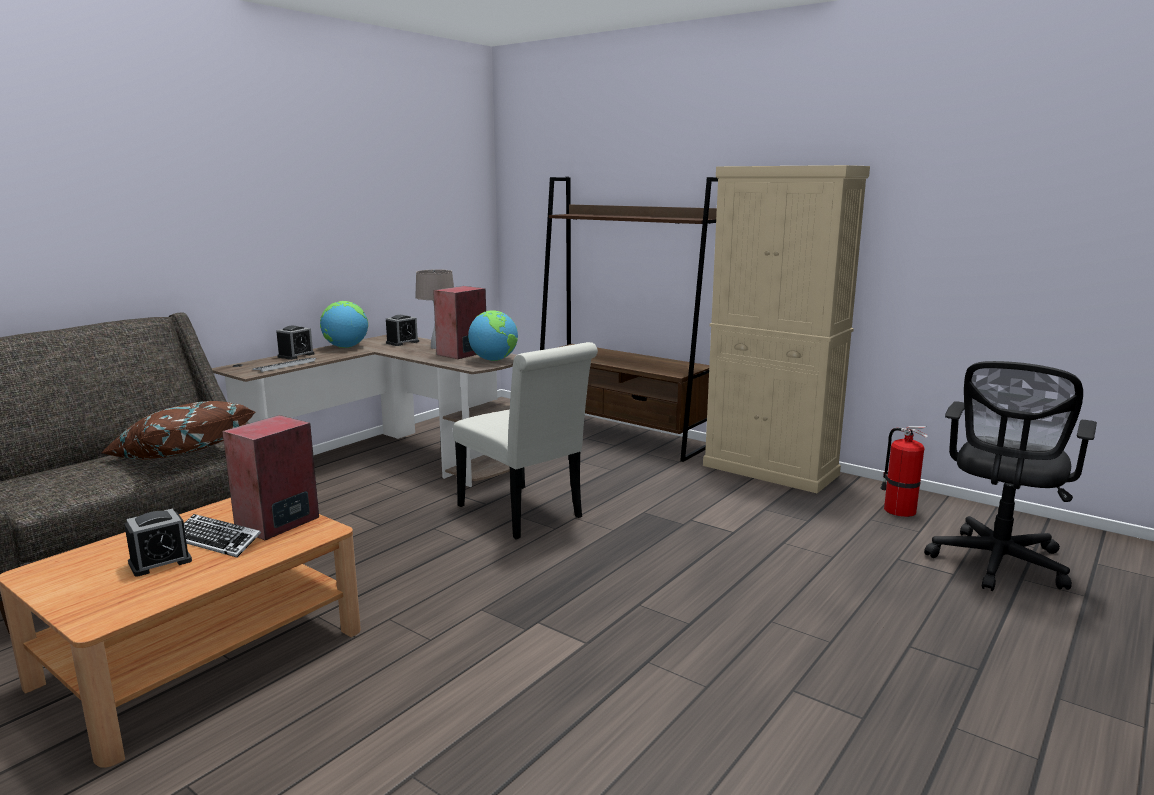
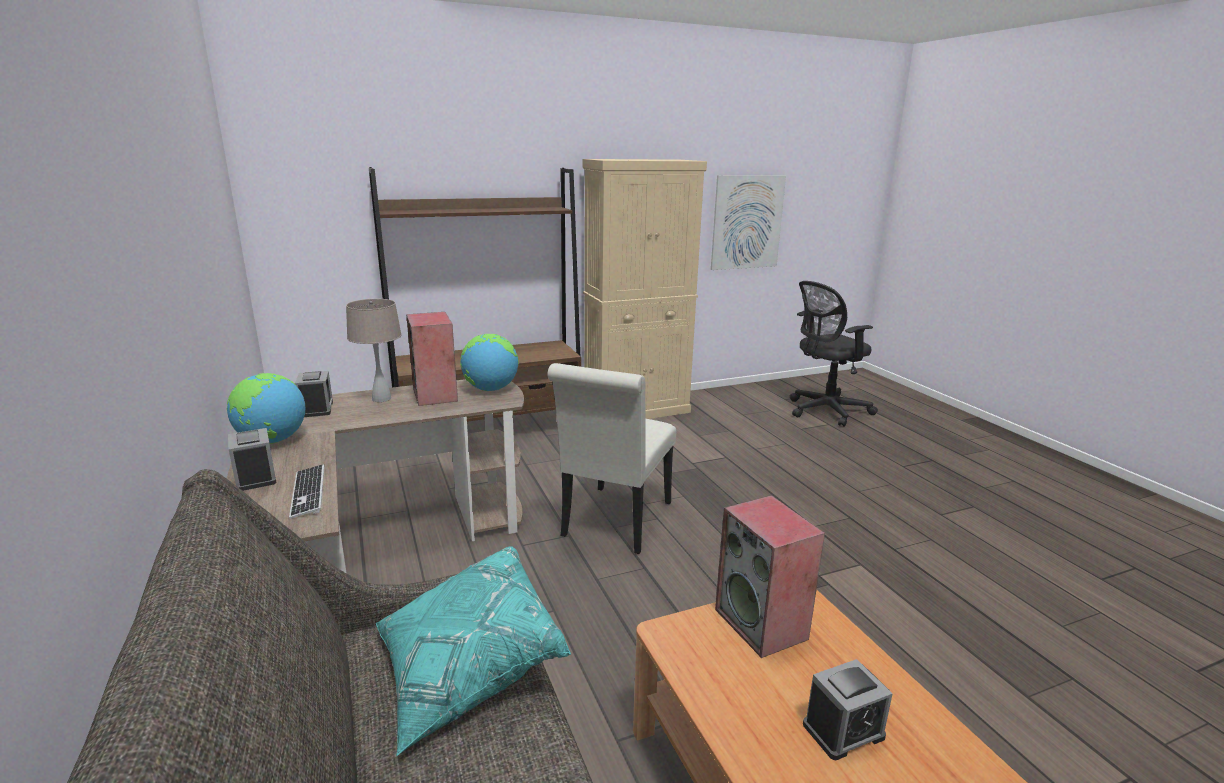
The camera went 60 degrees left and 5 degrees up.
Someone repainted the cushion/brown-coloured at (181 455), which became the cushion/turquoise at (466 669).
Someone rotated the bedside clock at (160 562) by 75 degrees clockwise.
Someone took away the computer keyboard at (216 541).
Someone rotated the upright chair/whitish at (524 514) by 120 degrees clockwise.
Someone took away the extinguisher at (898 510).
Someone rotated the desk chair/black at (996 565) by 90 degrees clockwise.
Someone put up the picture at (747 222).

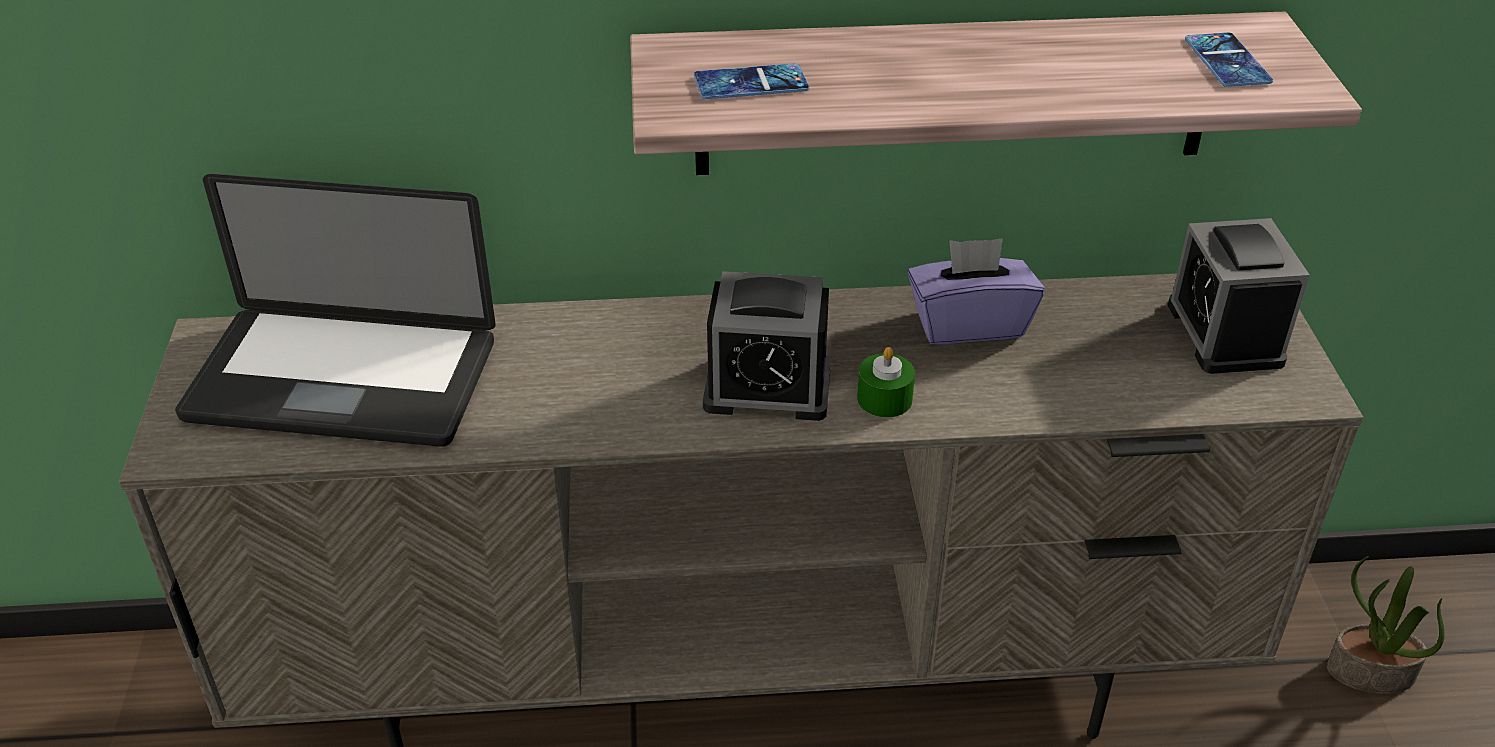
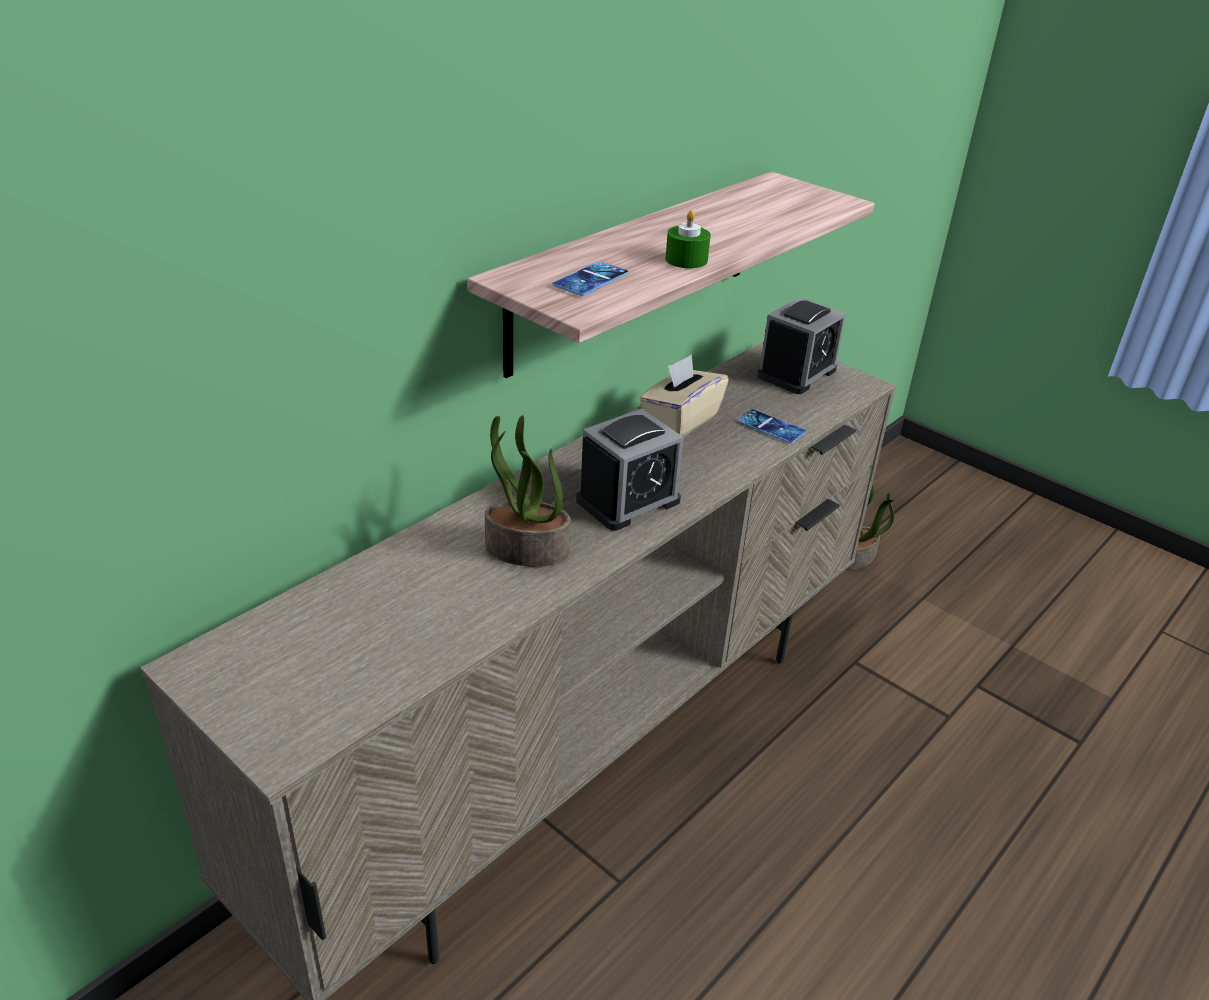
The camera went 45 degrees left and 5 degrees down.
Someone took away the portable computer at (342 380).
Someone carried the candle/greenish from (884 399) to (686 260).
Someone repainted the box of tissues/purple at (969 323), which became the box of tissues/beige-coloured at (680 420).
Someone rotated the bedside clock at (1224 334) by 90 degrees counterclockwise.
Someone carried the phone from (1227 61) to (771 427).
Someone put down the potted plant at (525 550).

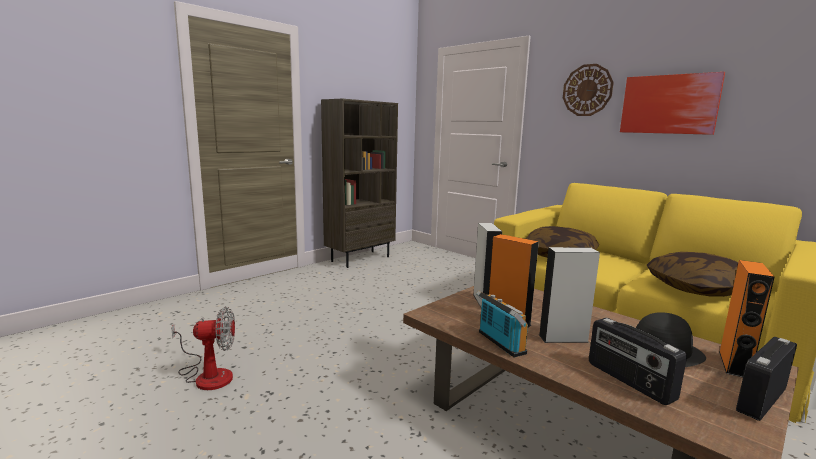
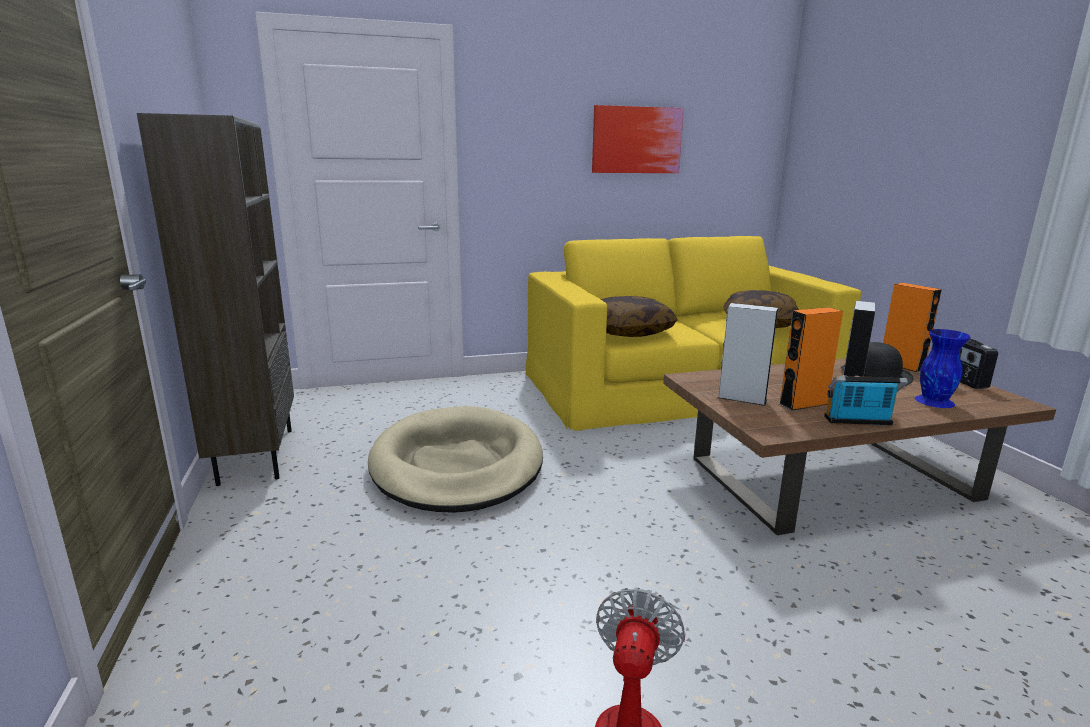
The camera went 60 degrees left and 5 degrees up.
Someone took away the clock on the wall at (587 90).
Someone swapped the radio receiver at (629 381) for the flower vase/blue at (935 401).
Someone put down the pet bed/beige-coloured at (457 465).

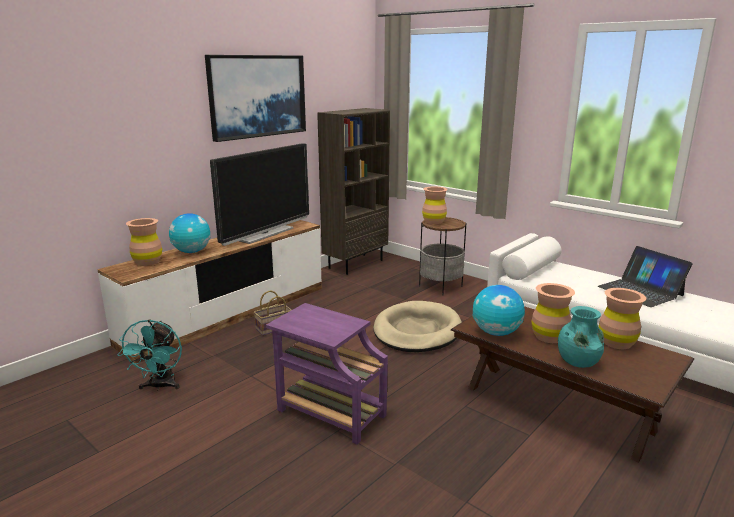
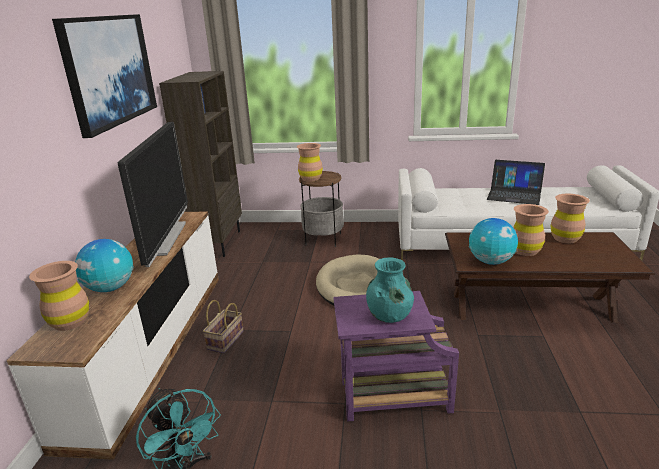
The camera went 35 degrees left and 5 degrees up.
Someone carried the flower vase/turquoise from (578 362) to (389 316).

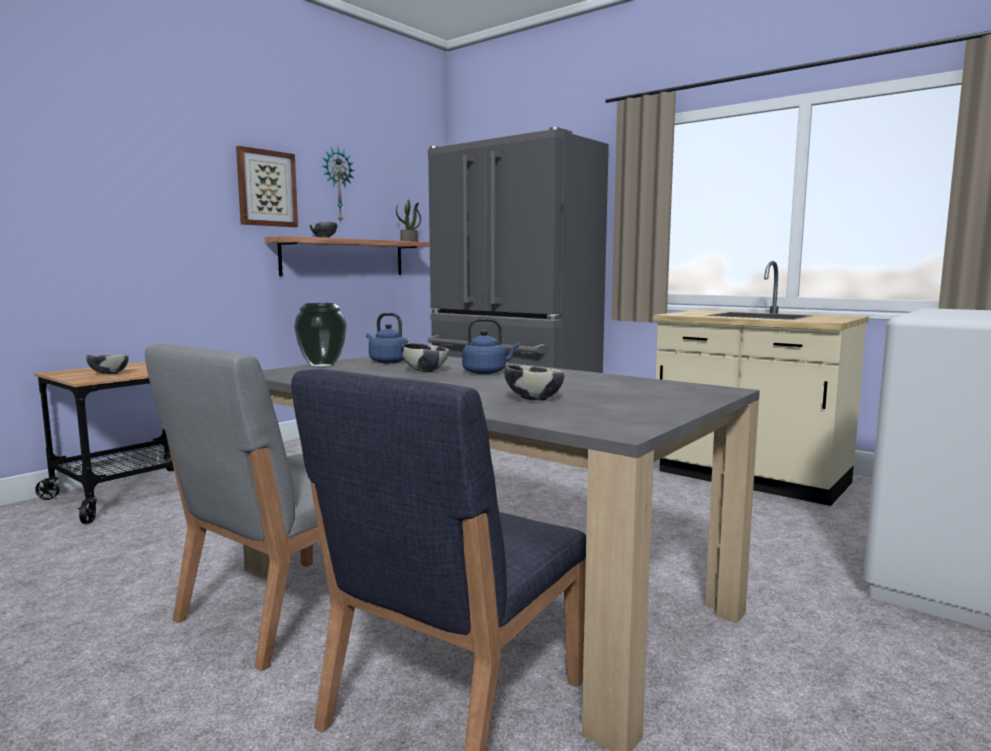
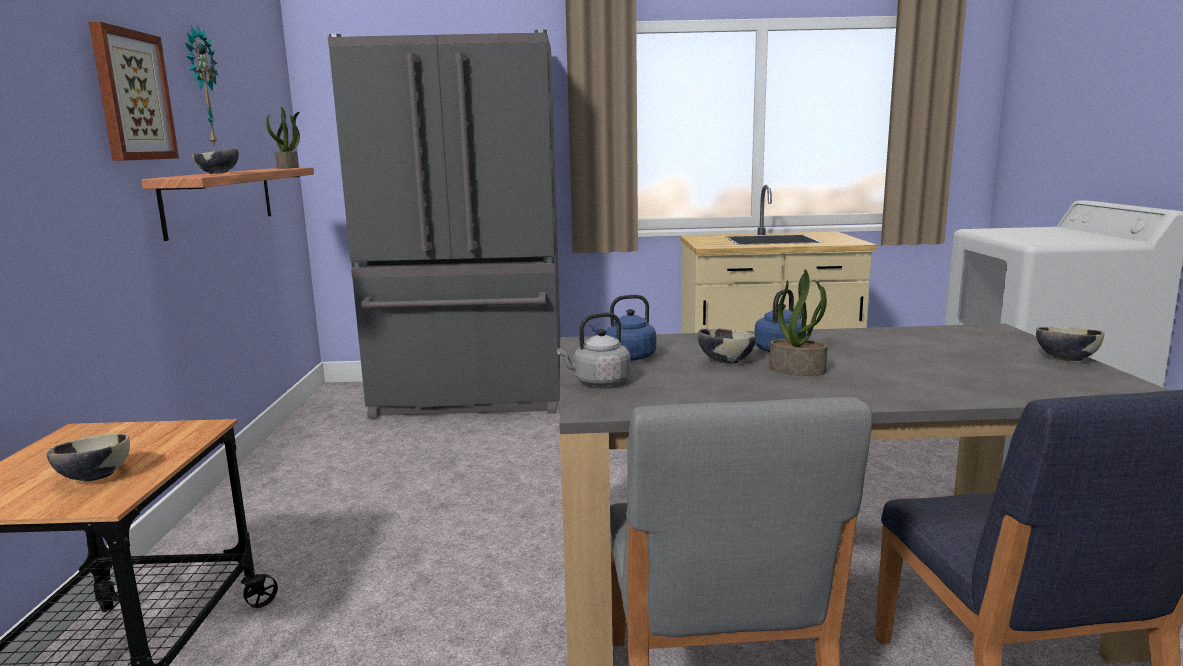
The camera went 40 degrees left and 5 degrees up.
Someone swapped the flower vase at (321 366) for the water kettle/gray at (598 382).
Someone carried the serving bowl from (533 399) to (1065 359).
Someone put down the potted plant at (798 370).

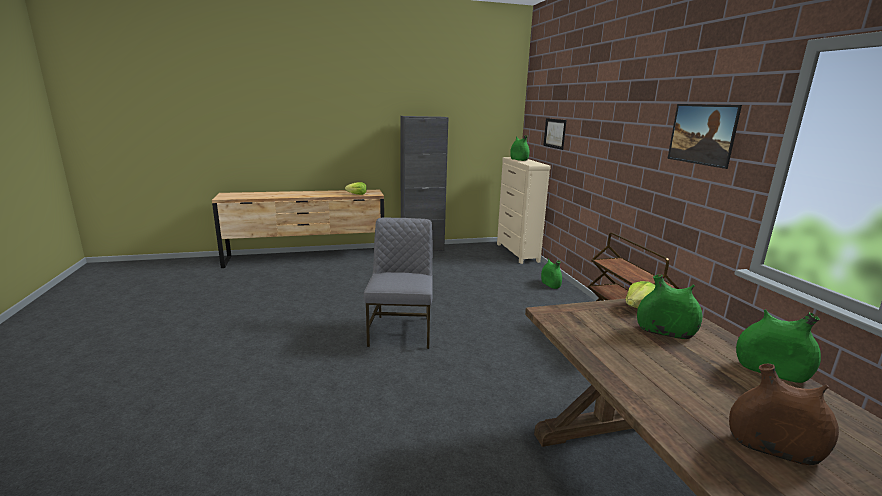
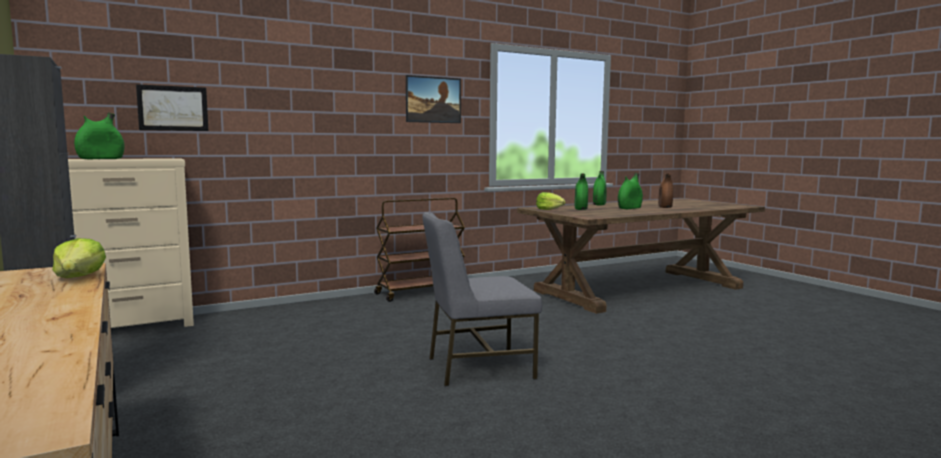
The camera went 105 degrees left and 10 degrees down.
Someone carried the flower vase/greenish from (550 285) to (629 208).

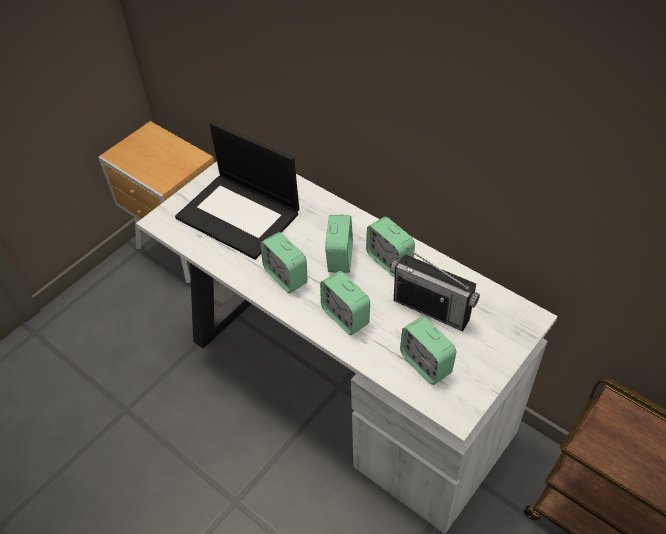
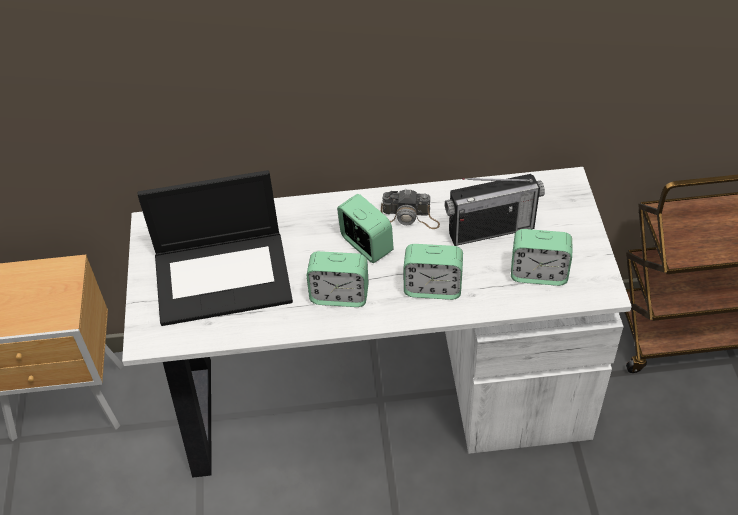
The camera went 45 degrees left and 0 degrees up.
Someone swapped the bedside clock at (389 261) for the still camera at (410 217).

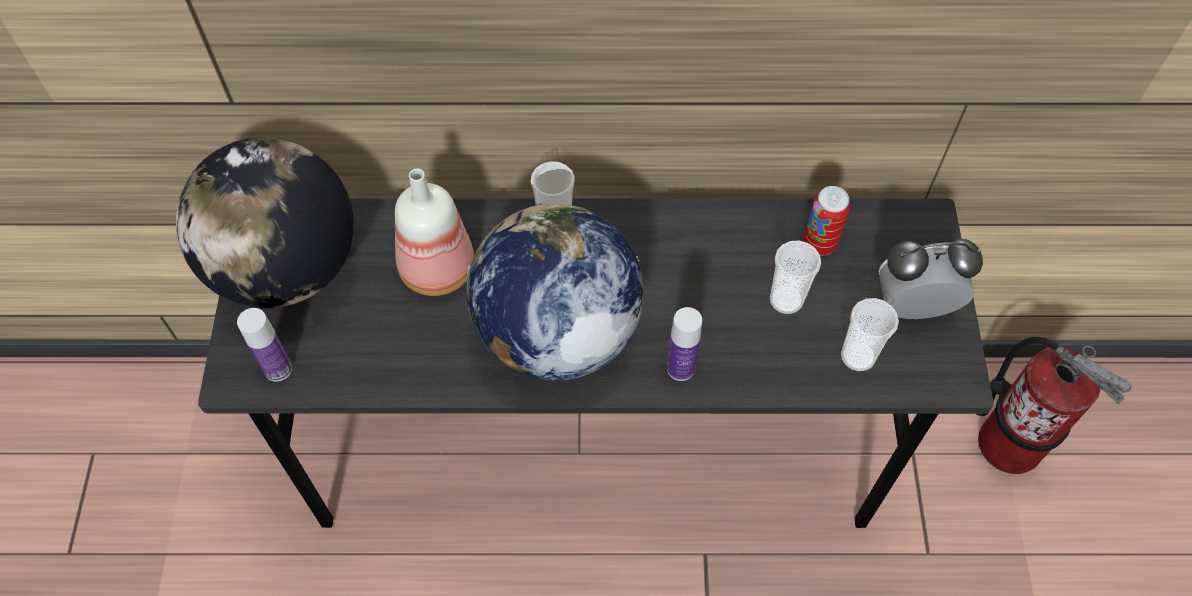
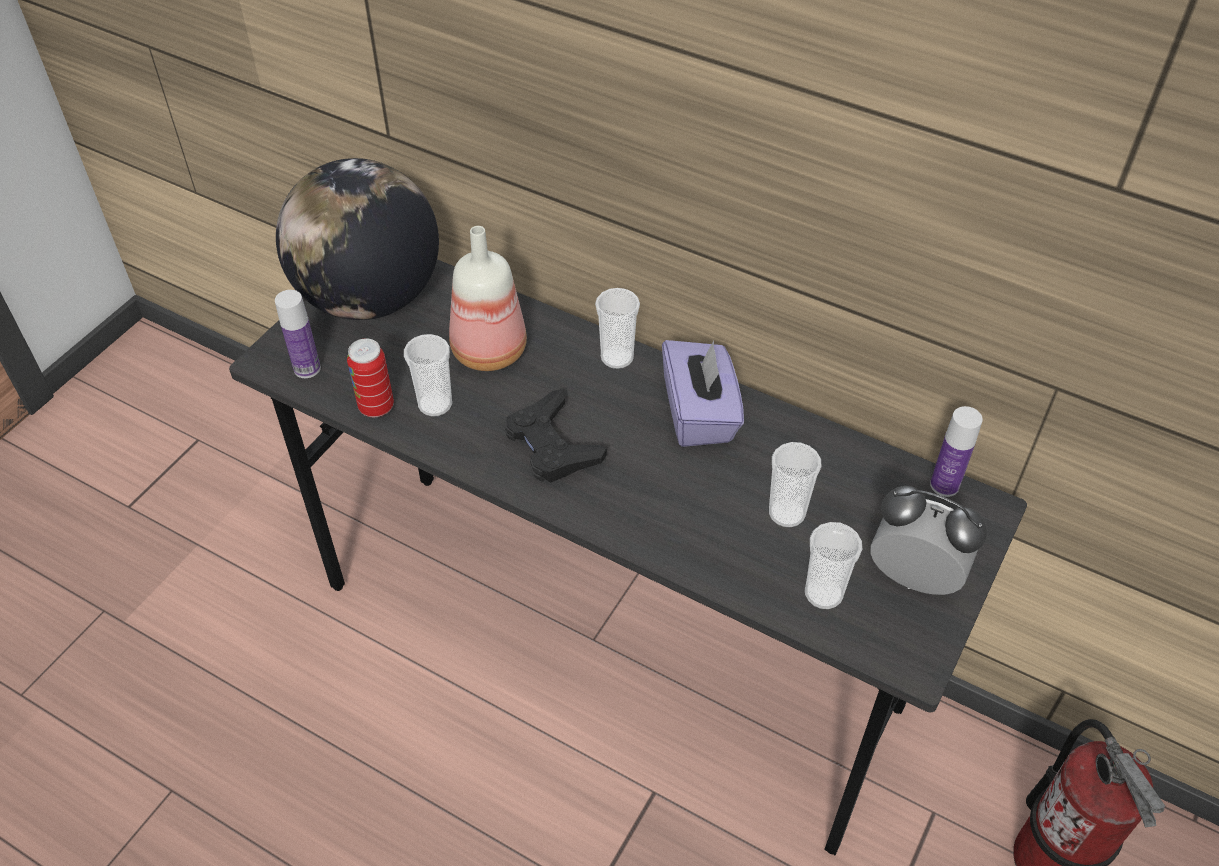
The camera went 30 degrees right and 10 degrees down.
Someone swapped the globe at (556 334) for the gamepad/black at (552 445).
Someone carried the beverage bottle from (680 368) to (944 485).
Someone carried the can from (819 243) to (376 407).
Someone put down the drinking cup at (435 404).
Someone put down the box of tissues/purple at (700 414).

